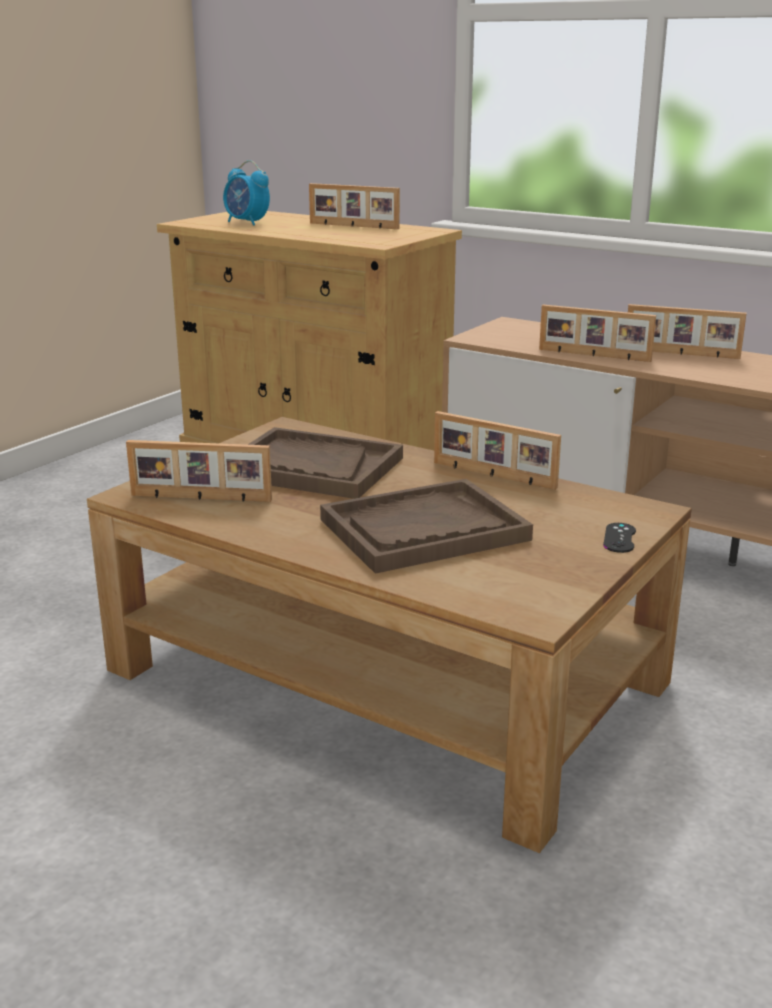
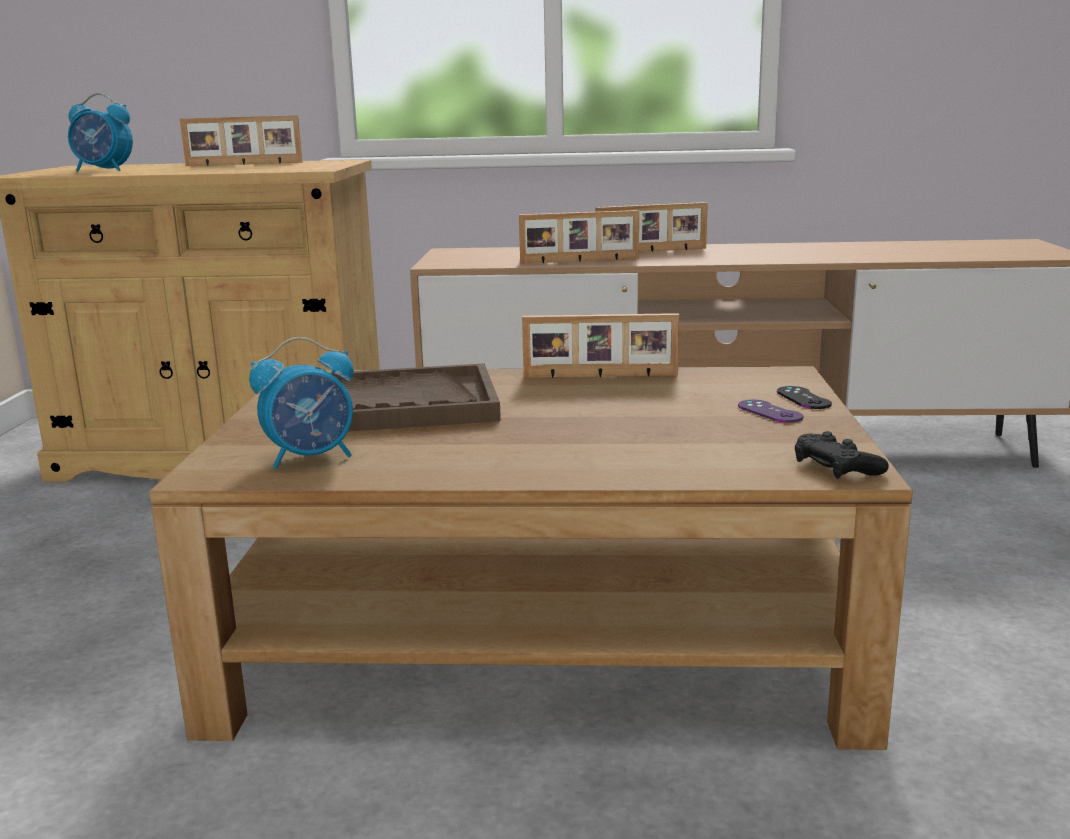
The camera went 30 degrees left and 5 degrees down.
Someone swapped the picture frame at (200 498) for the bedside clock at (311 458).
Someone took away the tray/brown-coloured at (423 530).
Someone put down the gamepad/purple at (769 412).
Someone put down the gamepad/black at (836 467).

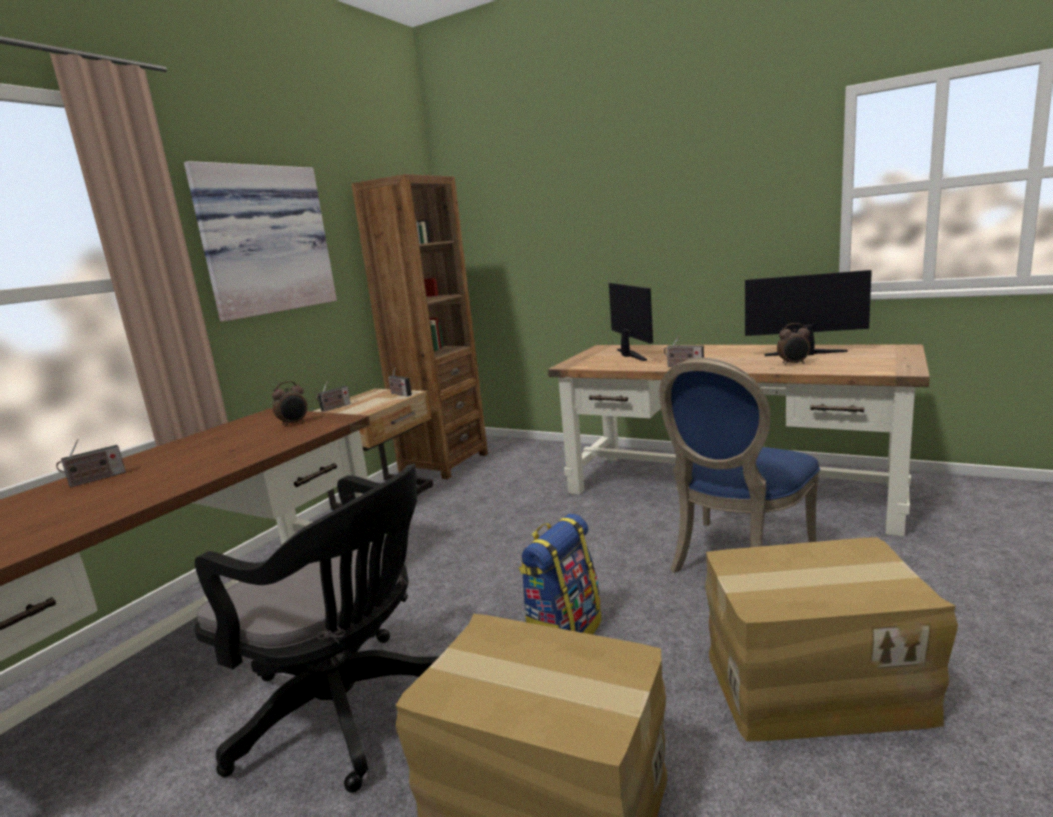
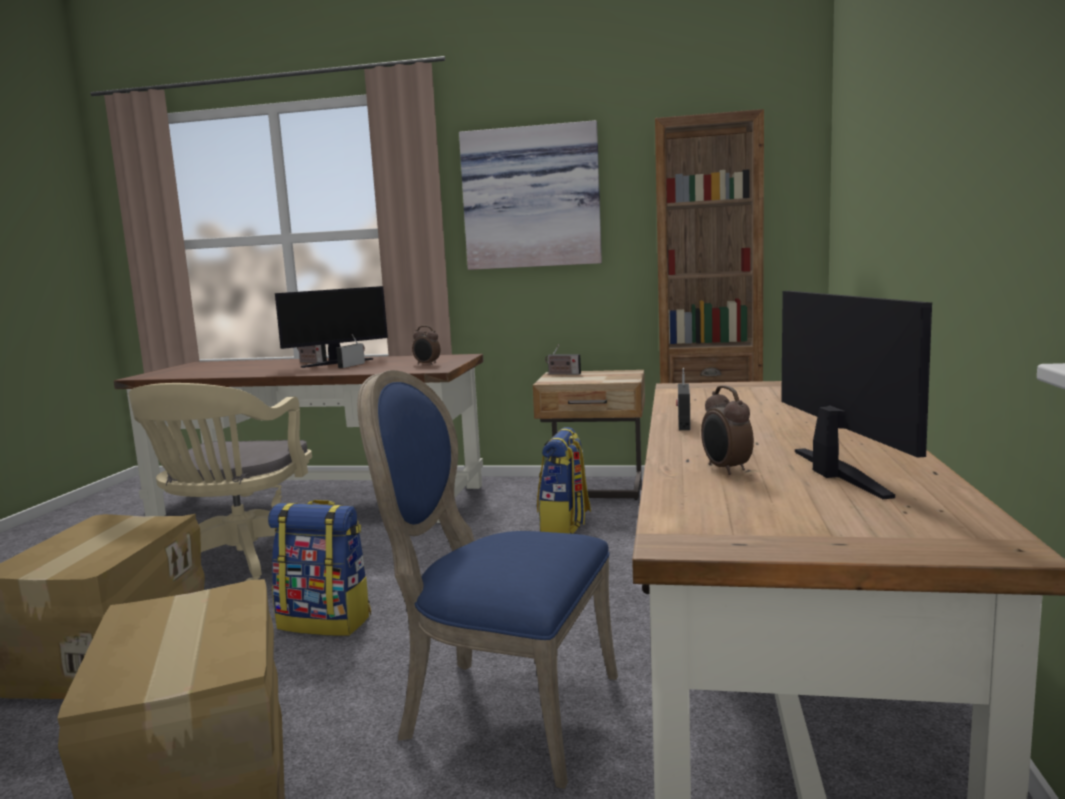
The camera went 70 degrees right and 5 degrees down.
Someone repainted the desk chair/black at (348 712), which became the desk chair/beige-coloured at (239 564).
Someone carried the radio receiver from (400 394) to (352 365).
Someone carried the computer screen from (629 355) to (337 363).
Someone put down the knapsack at (565 524).

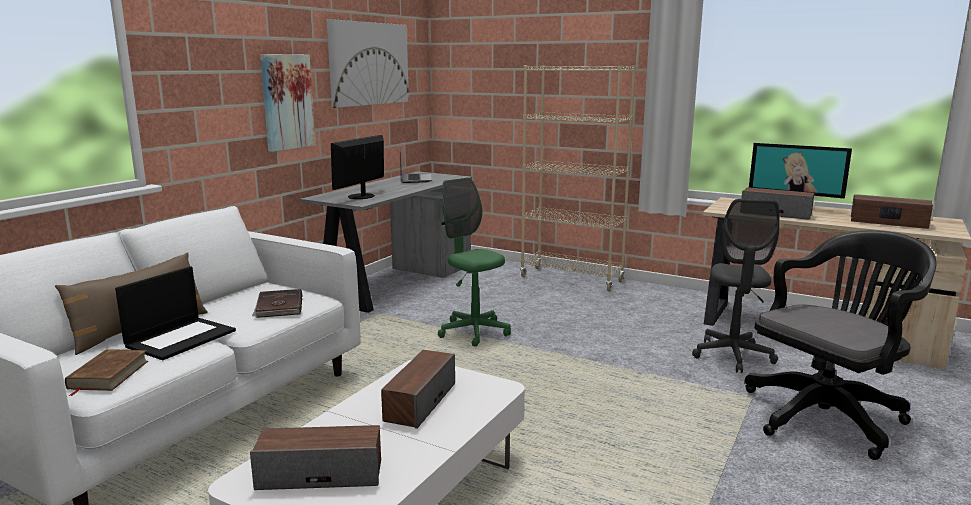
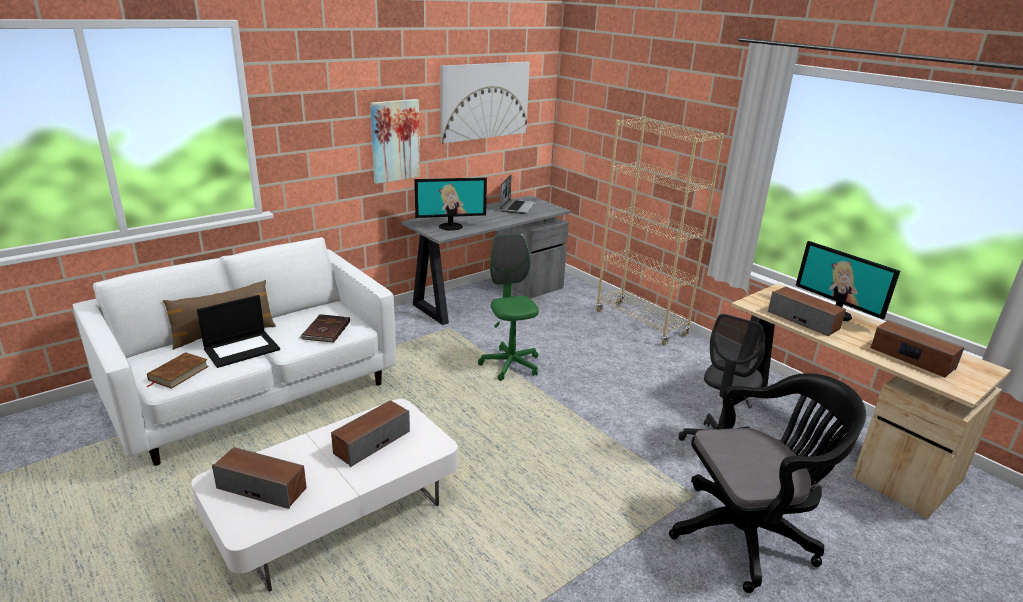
The camera went 20 degrees right and 10 degrees up.
Someone rotated the computer screen at (361 196) by 150 degrees counterclockwise.

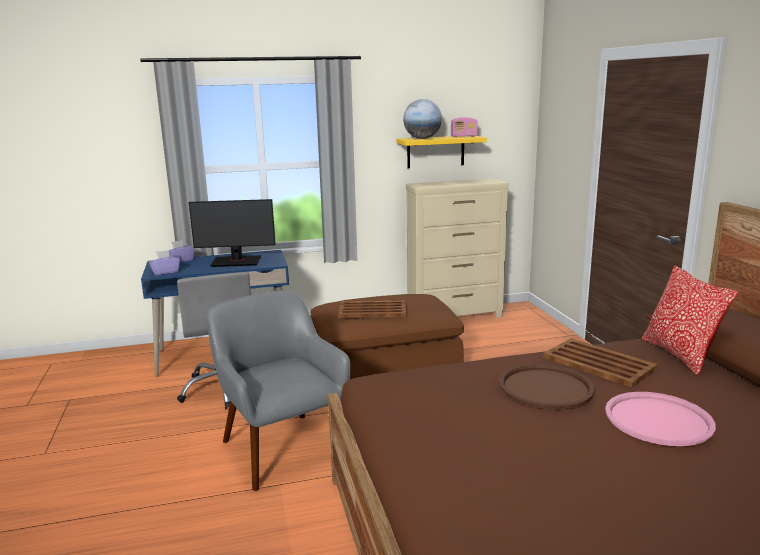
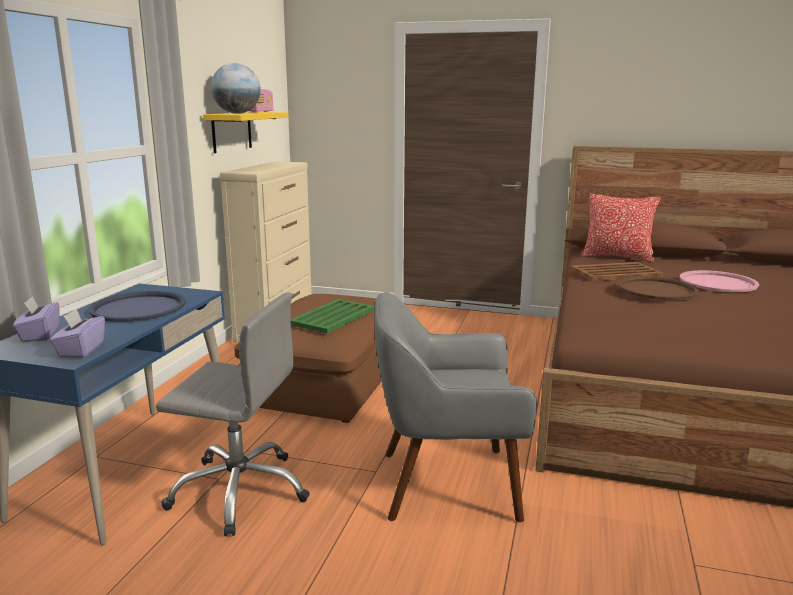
The camera went 60 degrees left and 0 degrees up.
Someone swapped the computer screen at (236 261) for the tray/blue at (138 308).
Someone repainted the tray/brown-coloured at (371 310), which became the tray/greenish at (332 317).

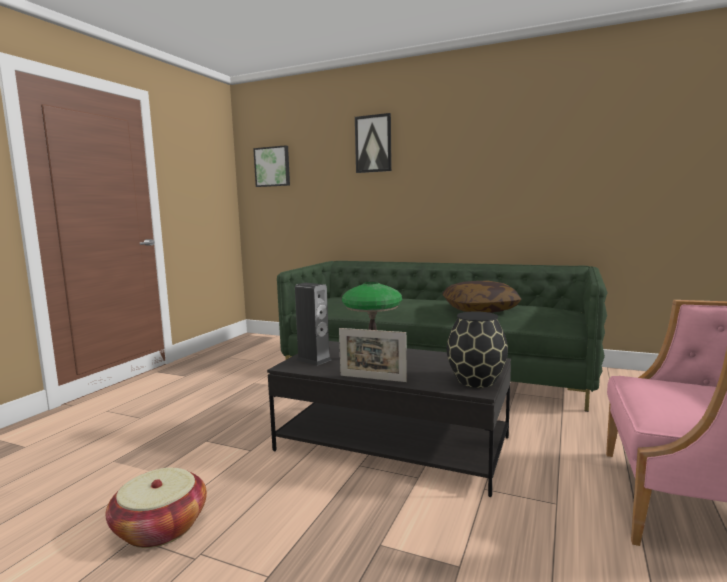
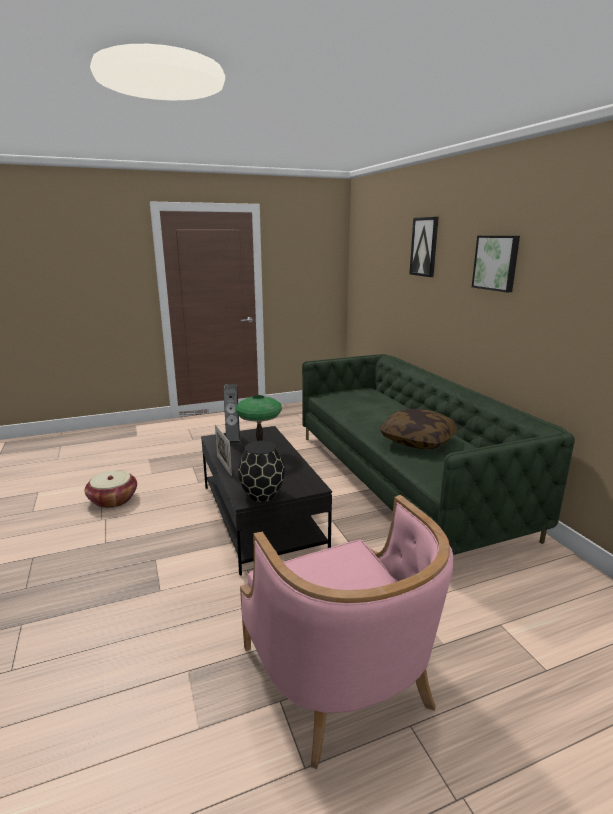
The camera went 45 degrees right and 10 degrees up.
Someone carried the picture from (273 166) to (496 263).

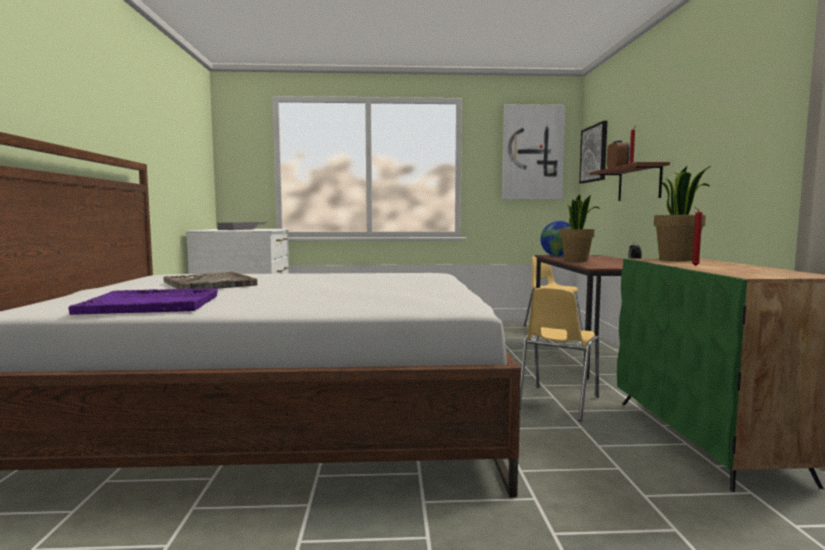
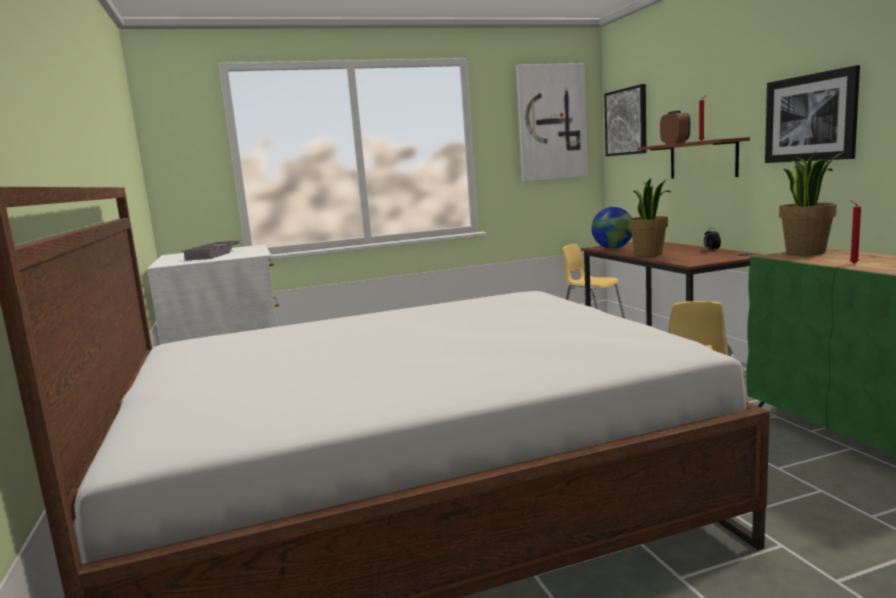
The camera went 15 degrees left and 5 degrees up.
Someone took away the tray/purple at (152 304).
Someone took away the tray/gray at (209 284).
Someone put up the picture at (810 118).

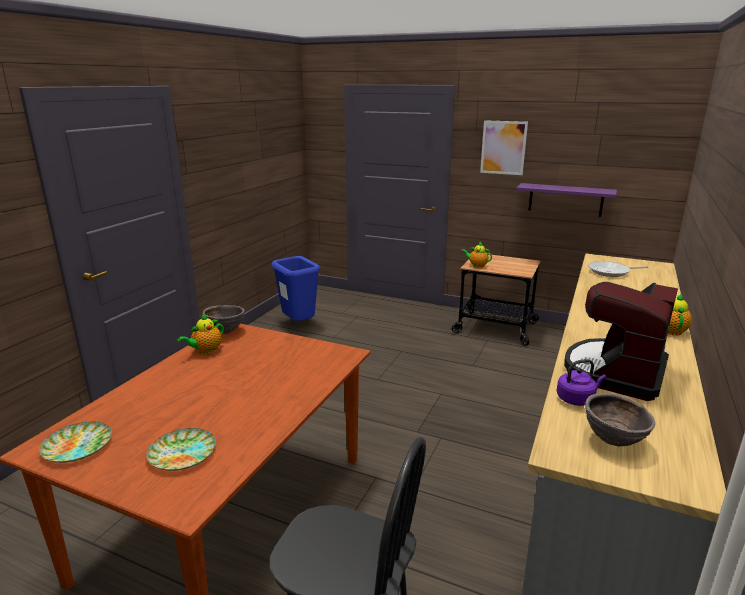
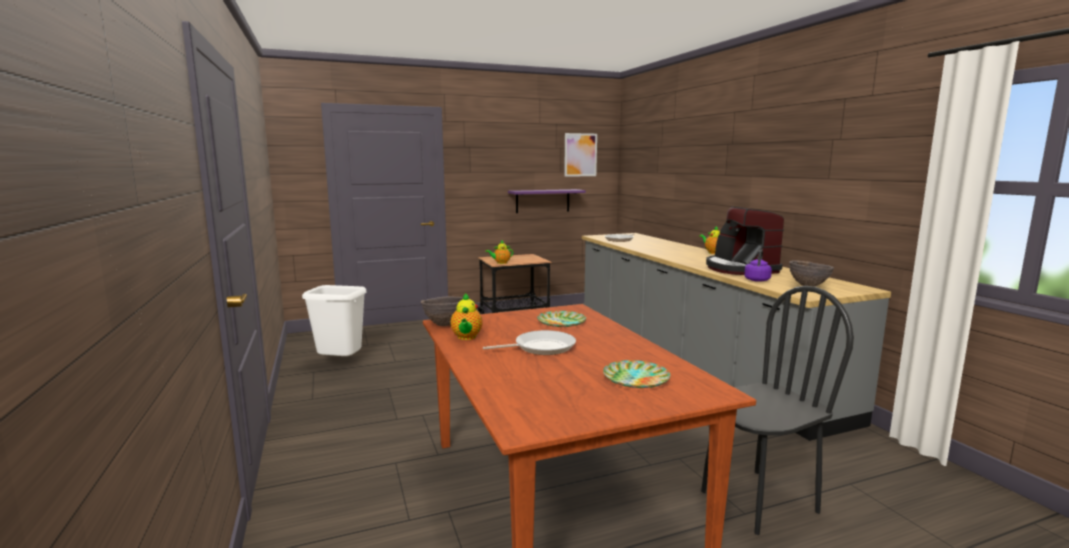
The camera went 45 degrees left and 10 degrees down.
Someone carried the plate from (78 446) to (561 322).
Someone repainted the rubbish bin/blue at (299 325), which became the rubbish bin/whitish at (341 364).
Someone carried the picture from (503 147) to (580 155).
Someone put down the frying pan at (541 347).

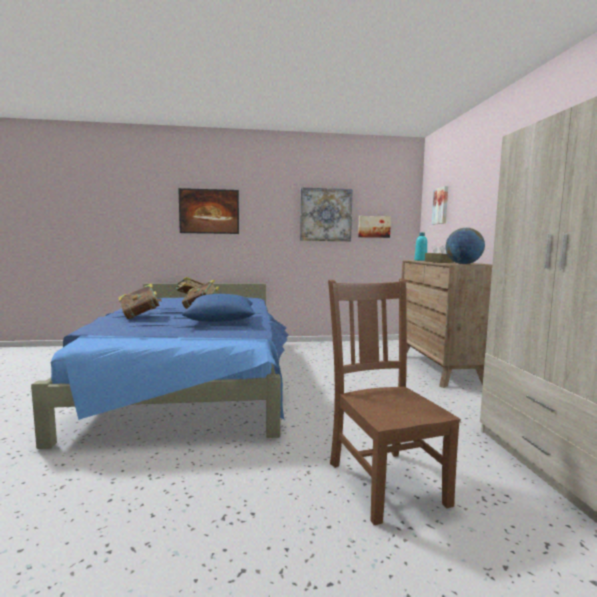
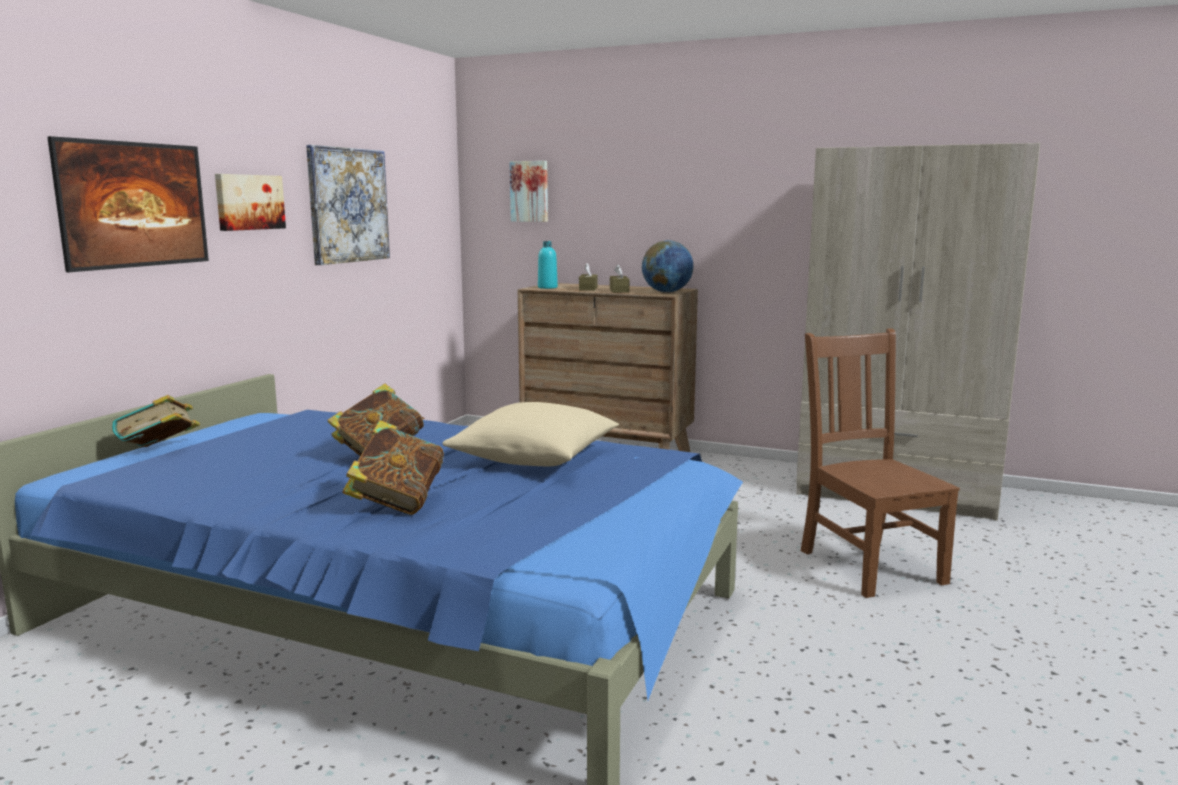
The camera went 60 degrees left and 5 degrees up.
Someone repainted the cushion/blue at (221 320), which became the cushion/beige-coloured at (534 457).
Someone rotated the upright chair/brown-coloured at (384 480) by 60 degrees clockwise.
Someone carried the picture from (374 227) to (249 202).

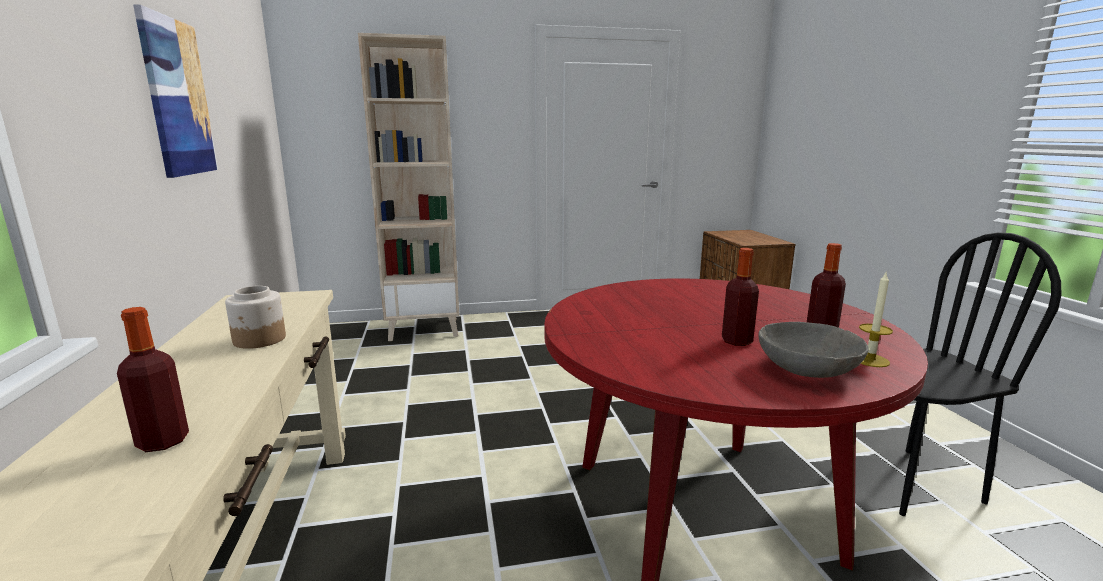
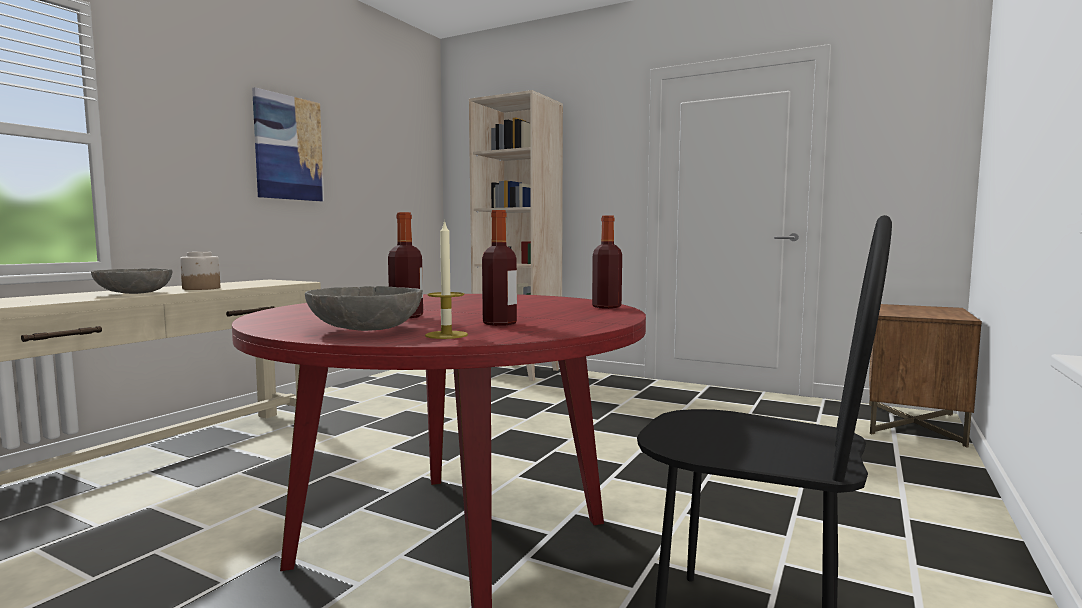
The camera went 40 degrees right and 10 degrees down.
Someone carried the beverage bottle from (163 442) to (606 307).
Someone put down the serving bowl/gray at (134 293).

